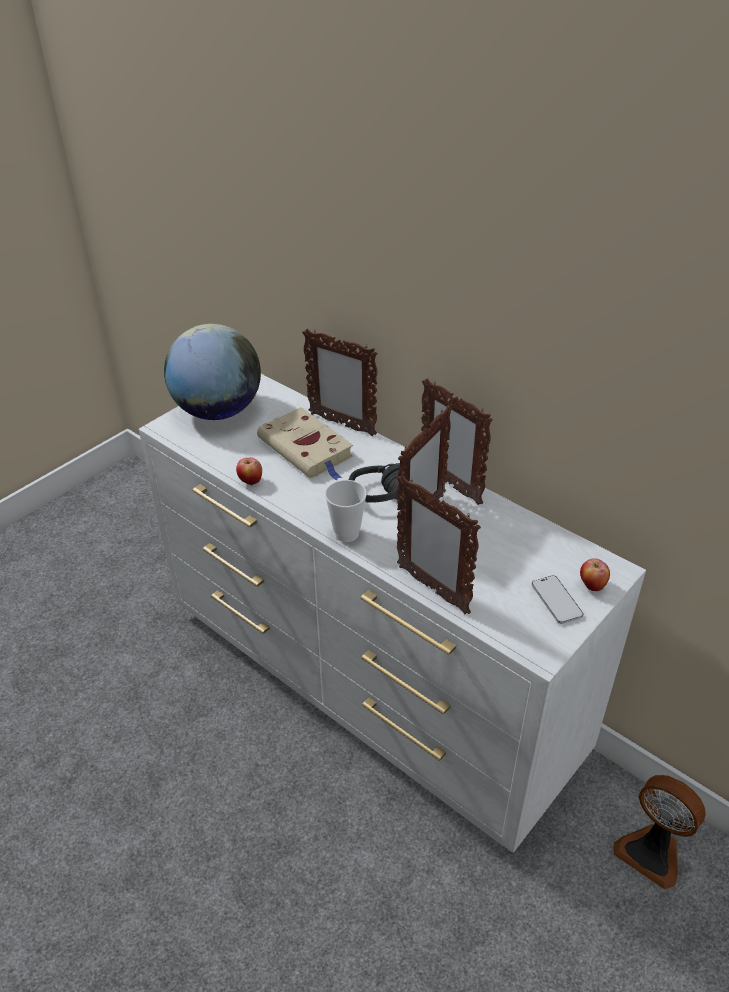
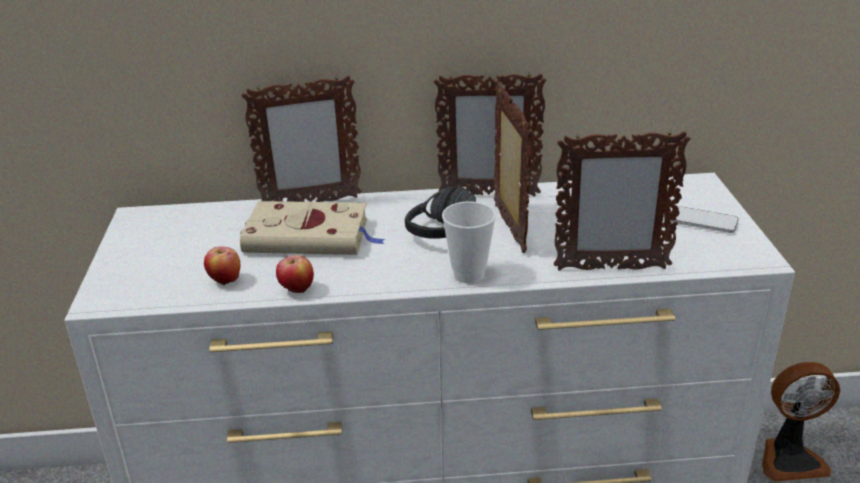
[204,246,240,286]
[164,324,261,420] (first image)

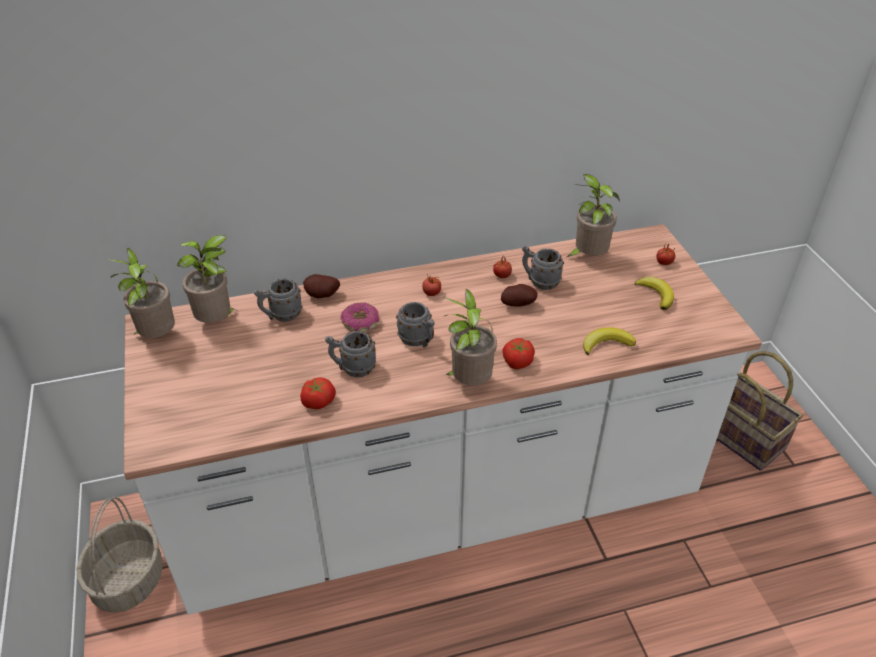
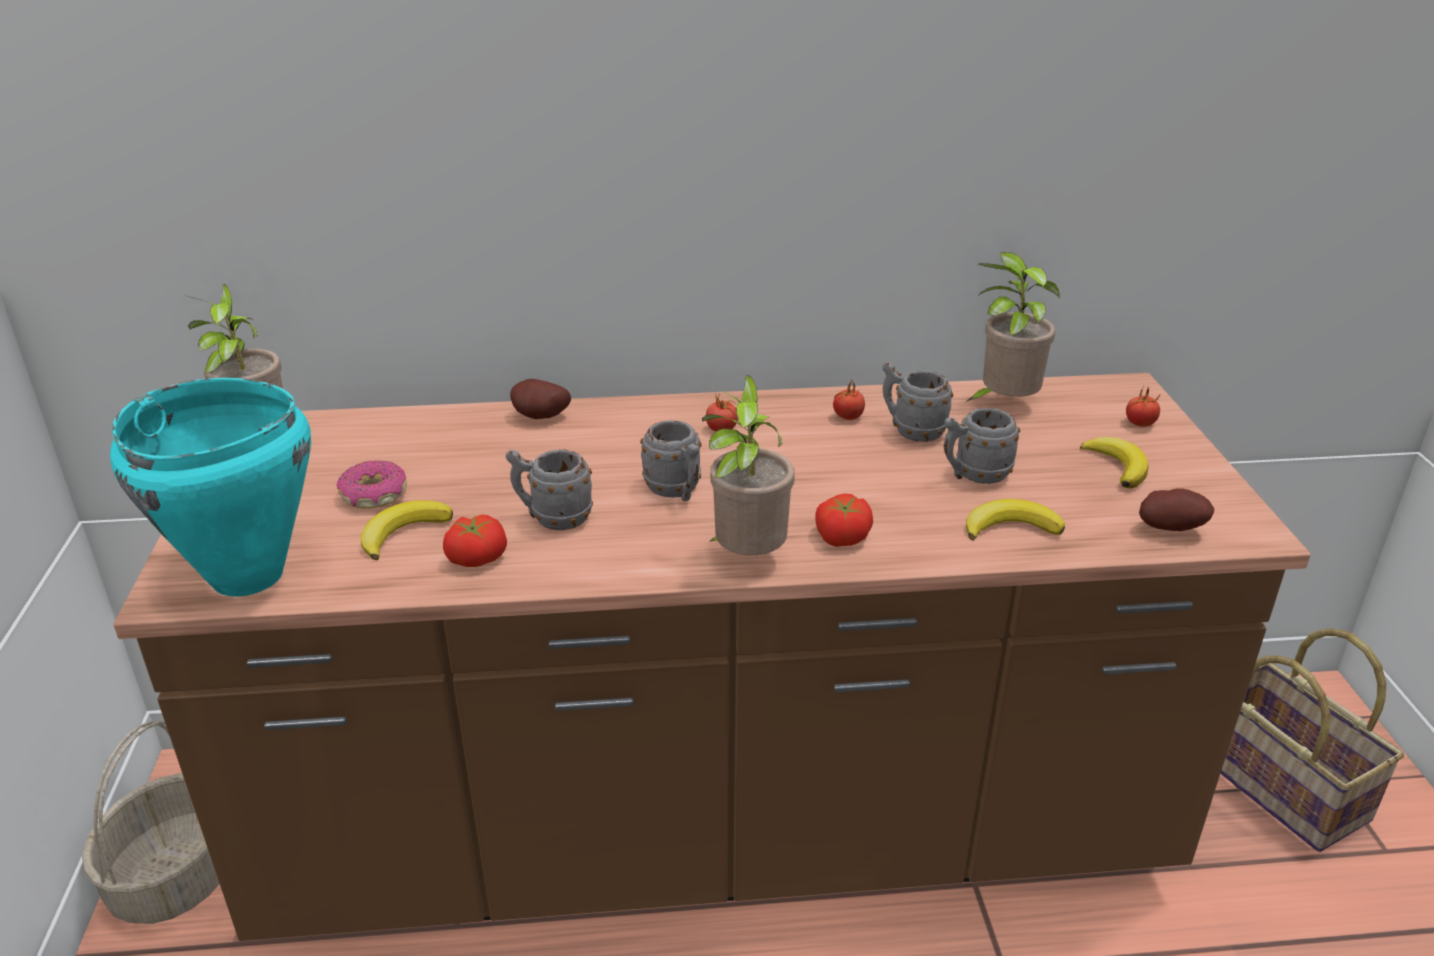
[110,378,311,597]
[113,373,1311,941]
[337,460,407,509]
[361,500,453,560]
[944,408,1020,484]
[1139,488,1214,531]
[178,235,236,323] (first image)

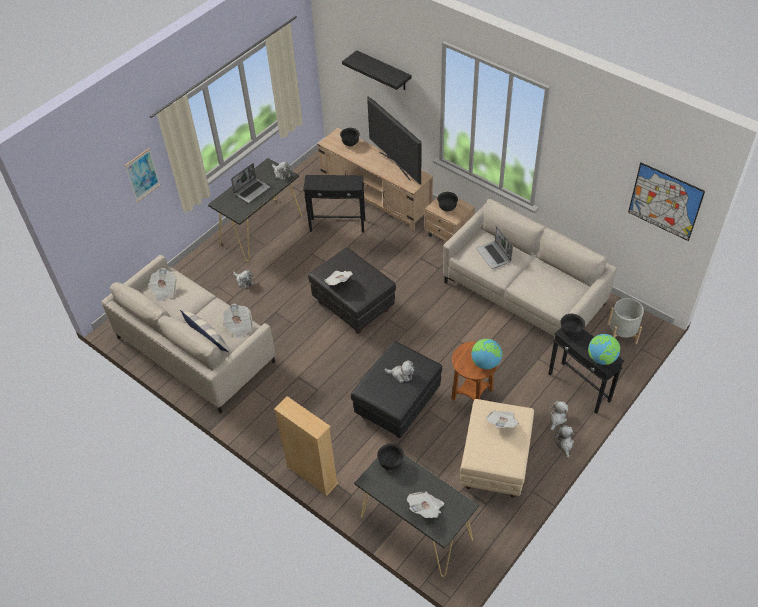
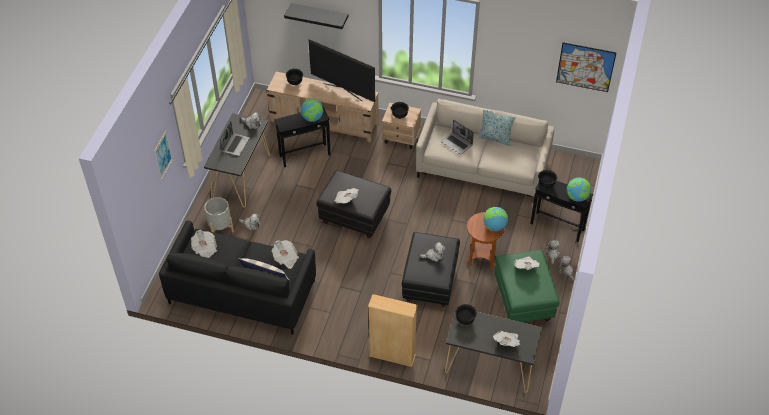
[159,220,316,335]
[204,197,234,232]
[301,99,323,122]
[478,110,516,146]
[495,250,559,322]

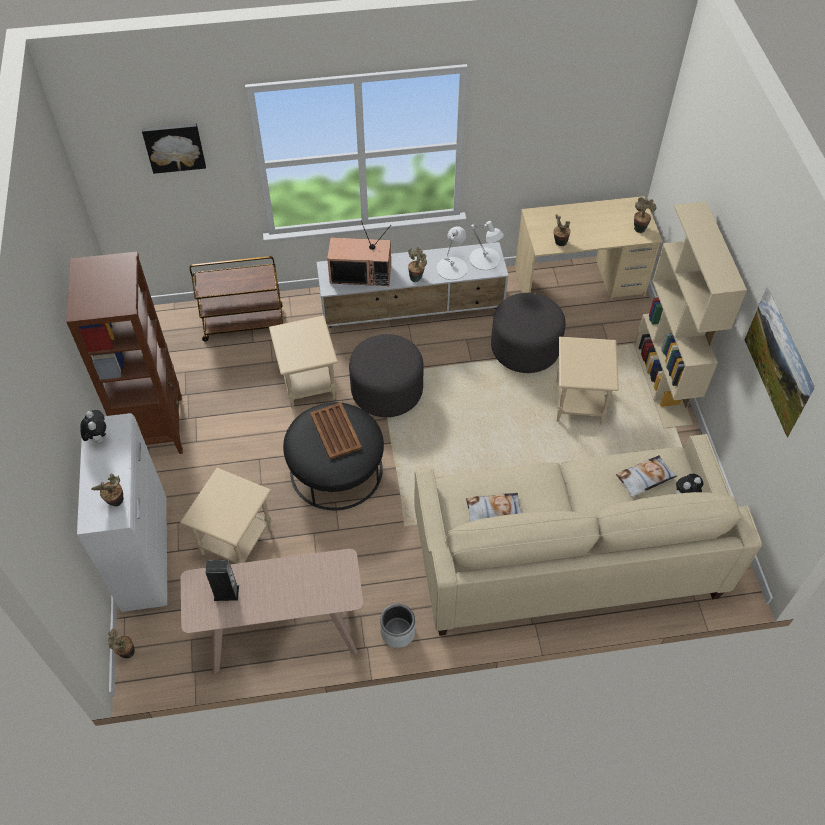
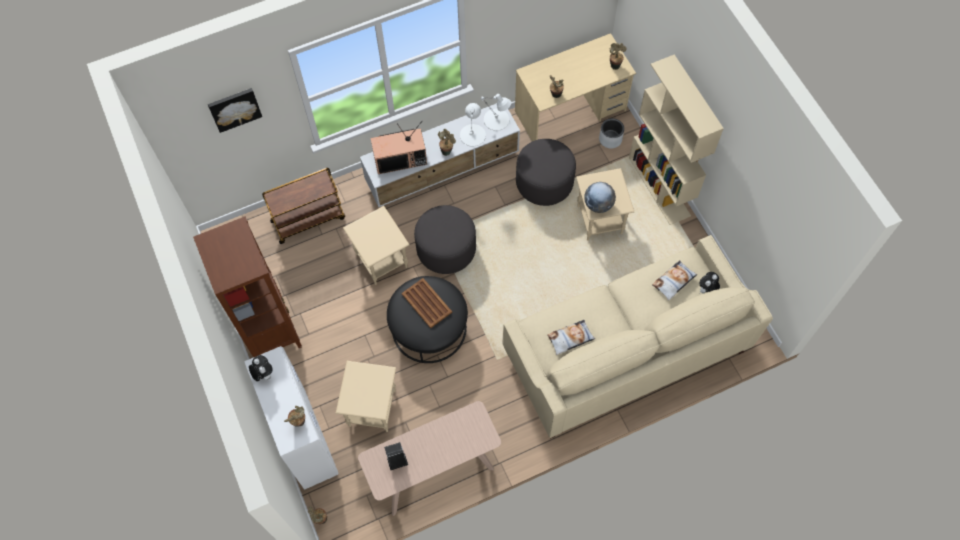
[584,182,616,213]
[599,118,624,148]
[744,286,815,438] (first image)

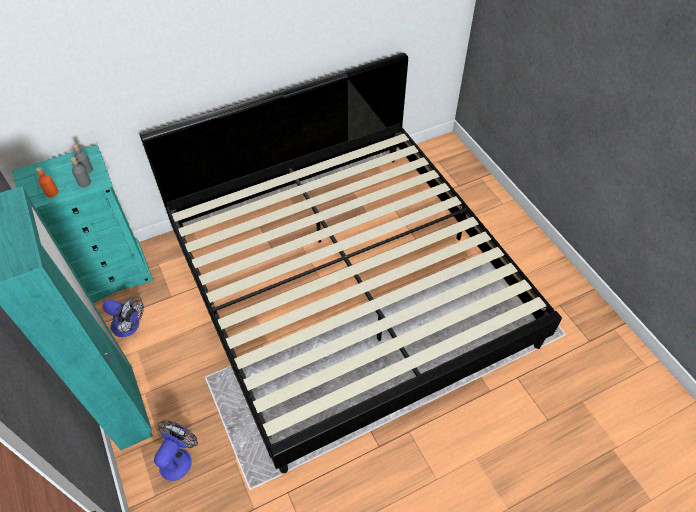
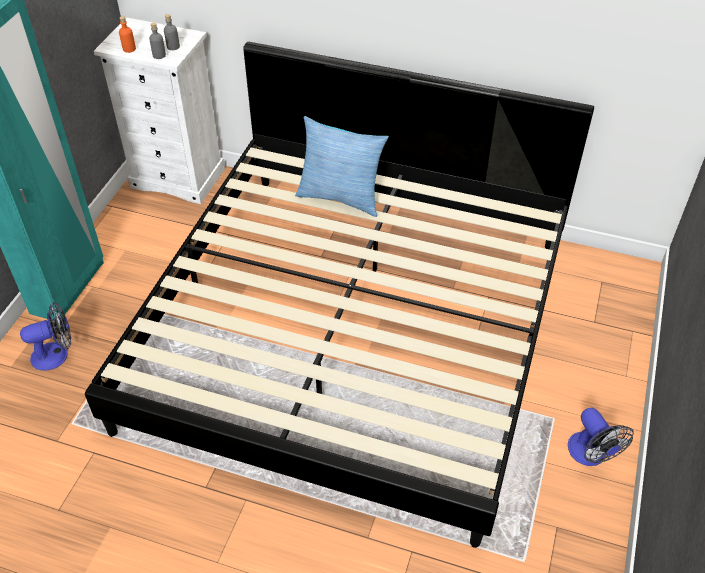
[94,17,225,204]
[295,116,389,217]
[568,408,634,466]

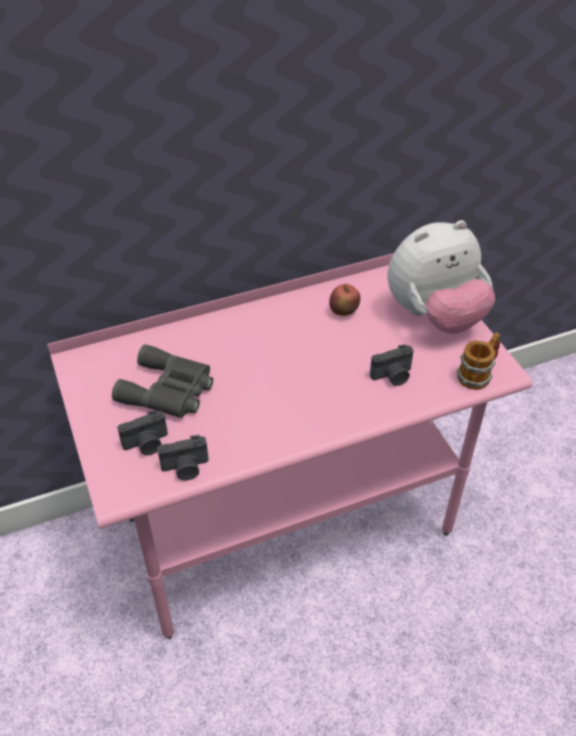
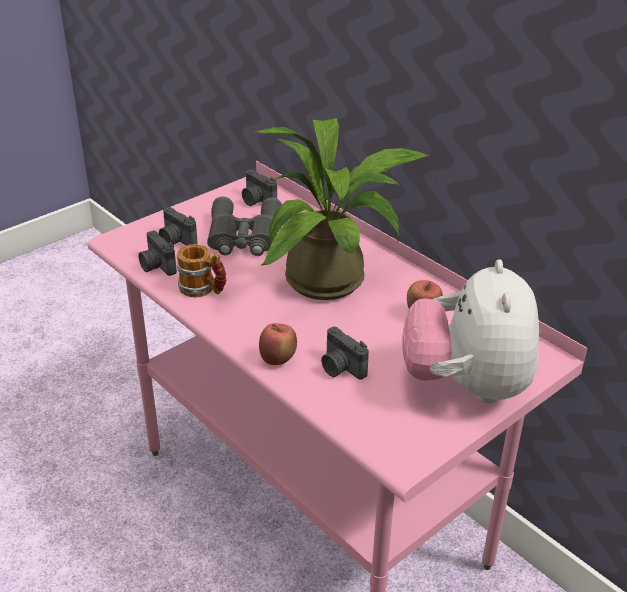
[177,244,227,298]
[242,170,277,206]
[253,118,429,300]
[259,323,297,365]
[403,259,539,403]

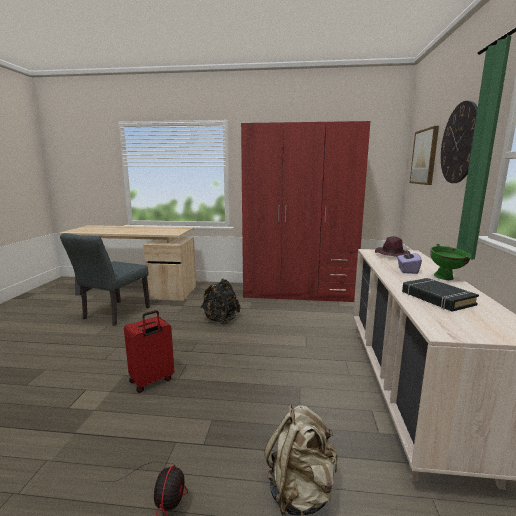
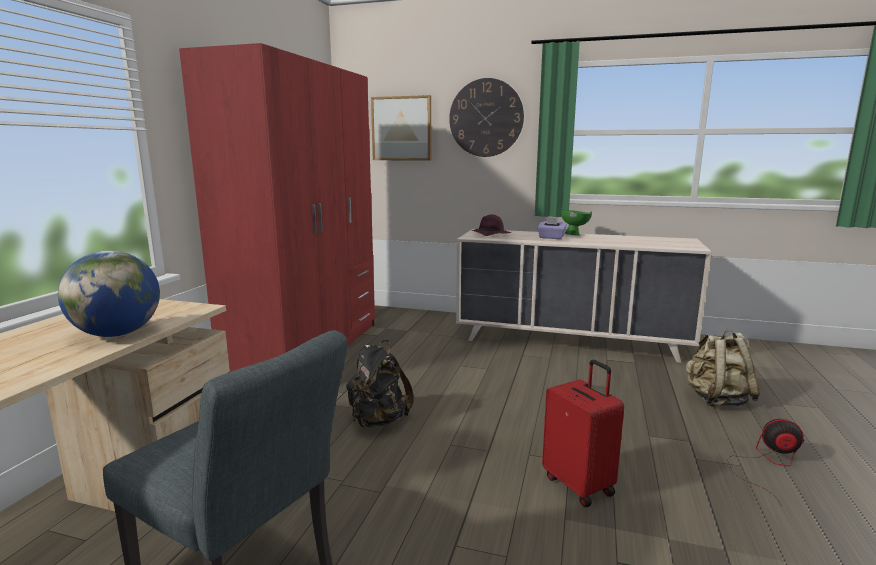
[58,251,160,337]
[402,278,479,312] (first image)

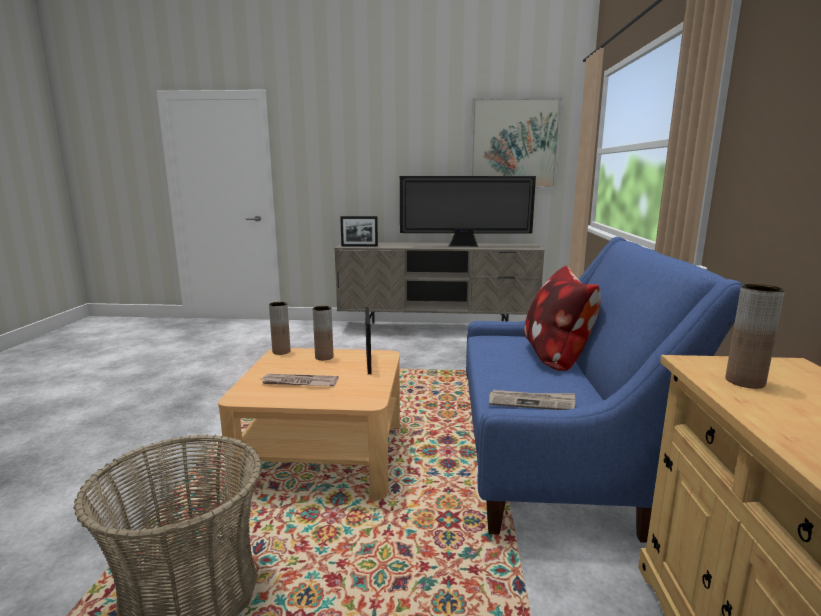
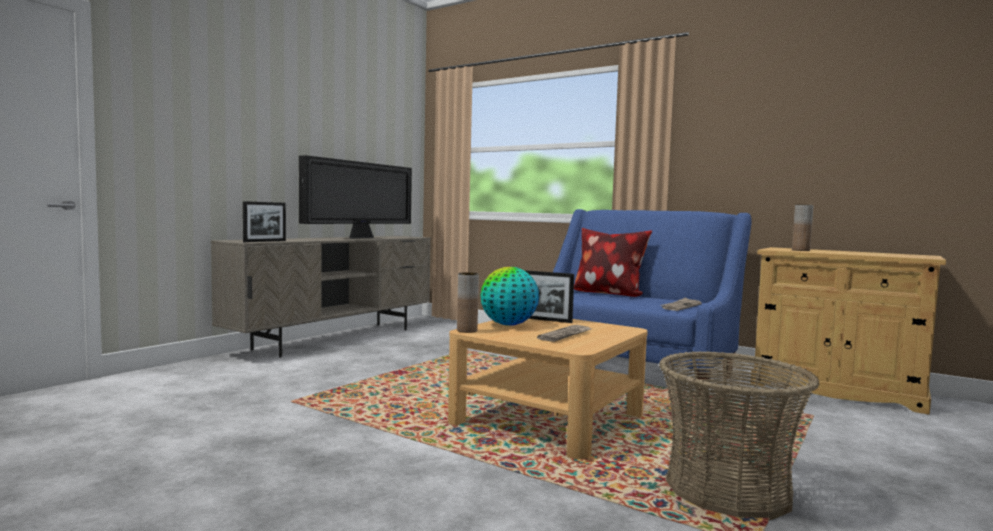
[480,267,539,326]
[470,97,562,189] (first image)

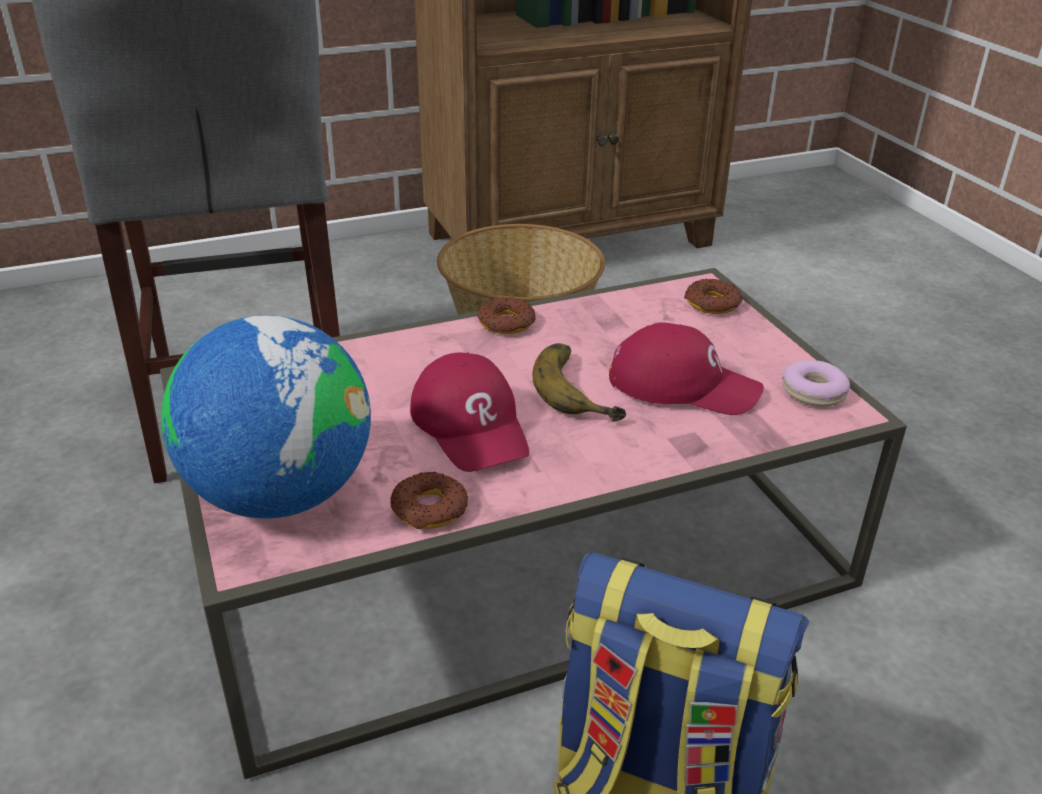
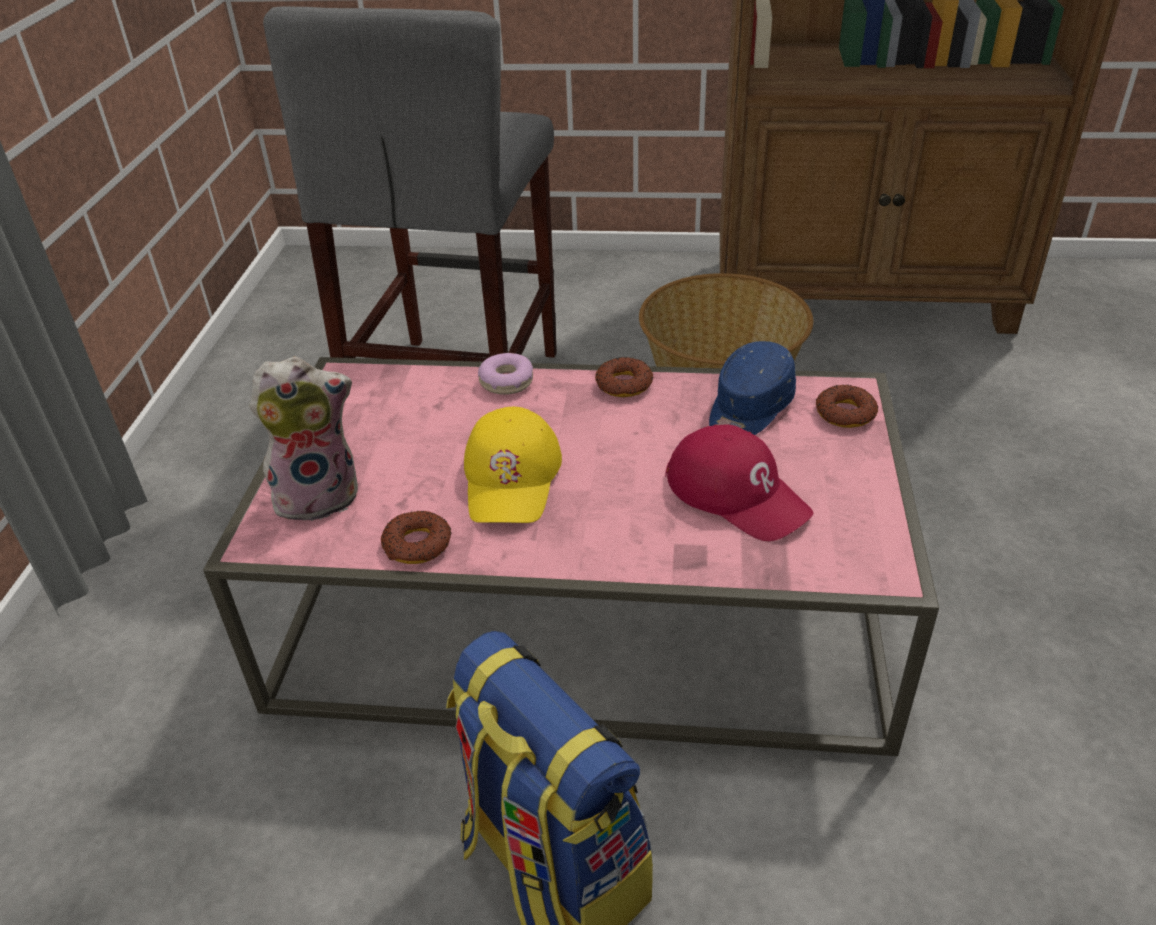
[250,356,358,525]
[464,407,562,523]
[478,353,533,395]
[709,341,796,435]
[533,343,626,422] (first image)

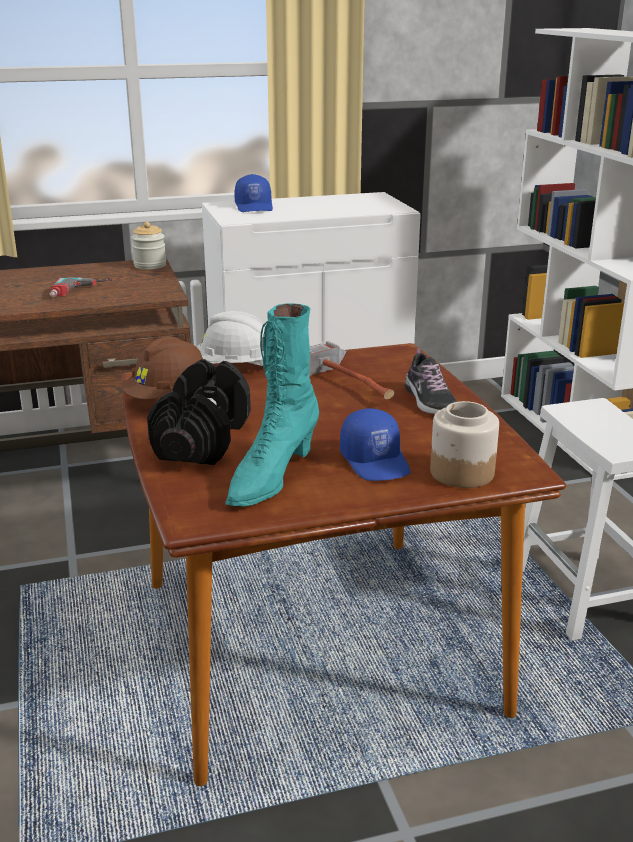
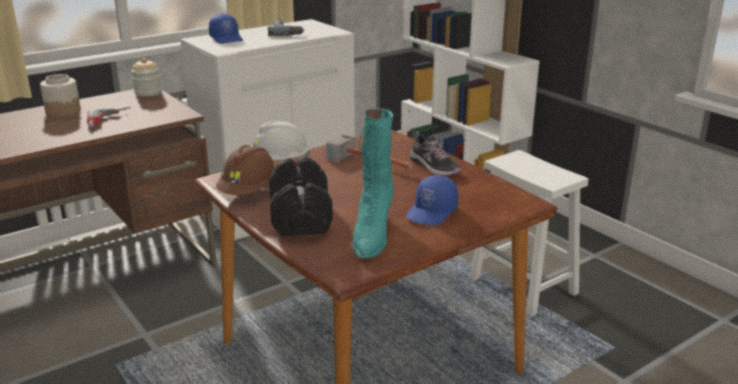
[40,74,81,117]
[268,19,304,36]
[406,175,458,225]

